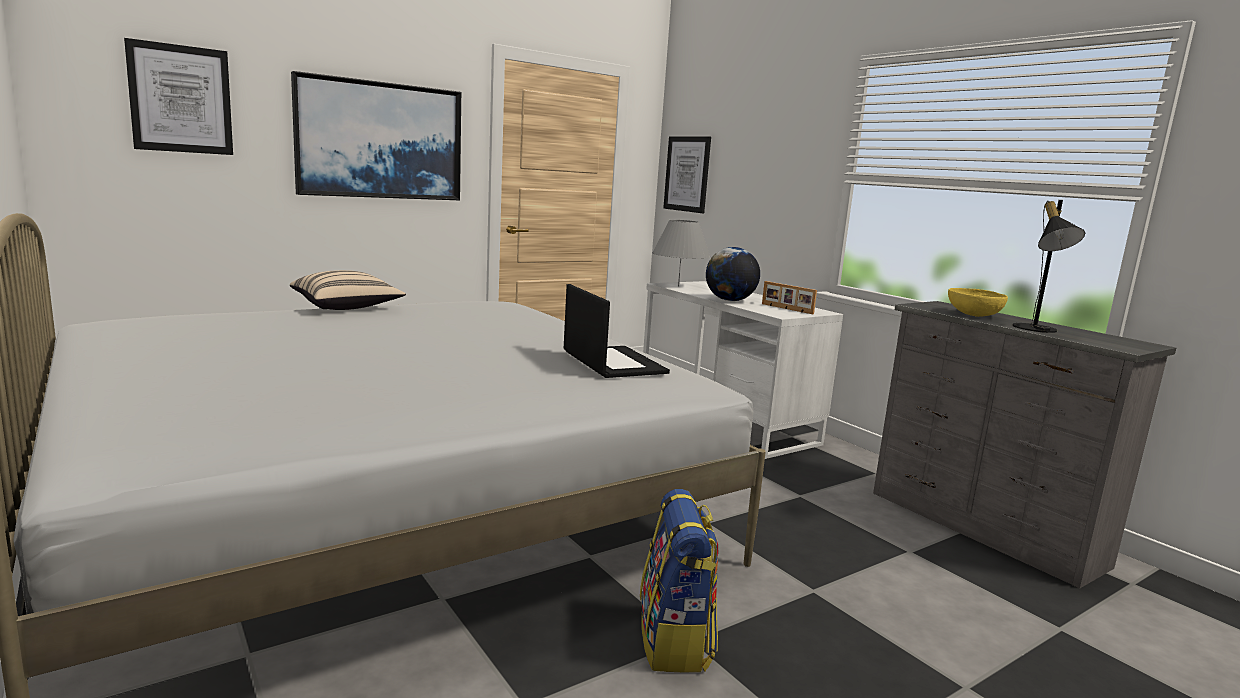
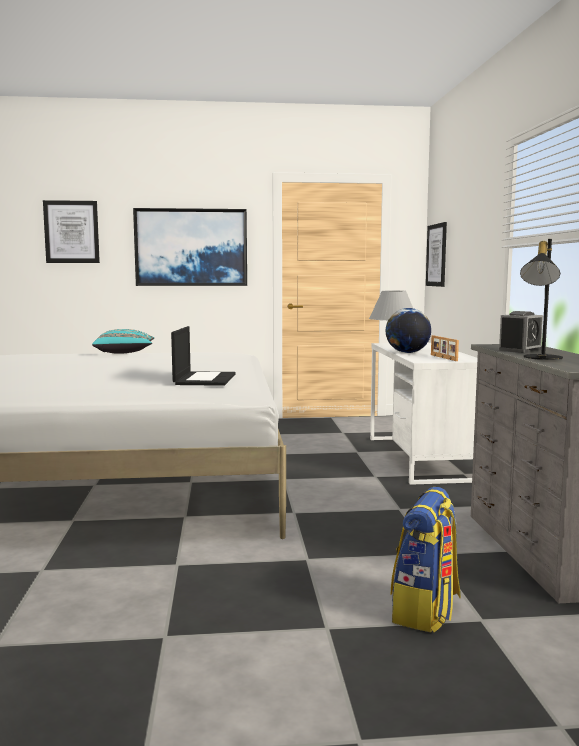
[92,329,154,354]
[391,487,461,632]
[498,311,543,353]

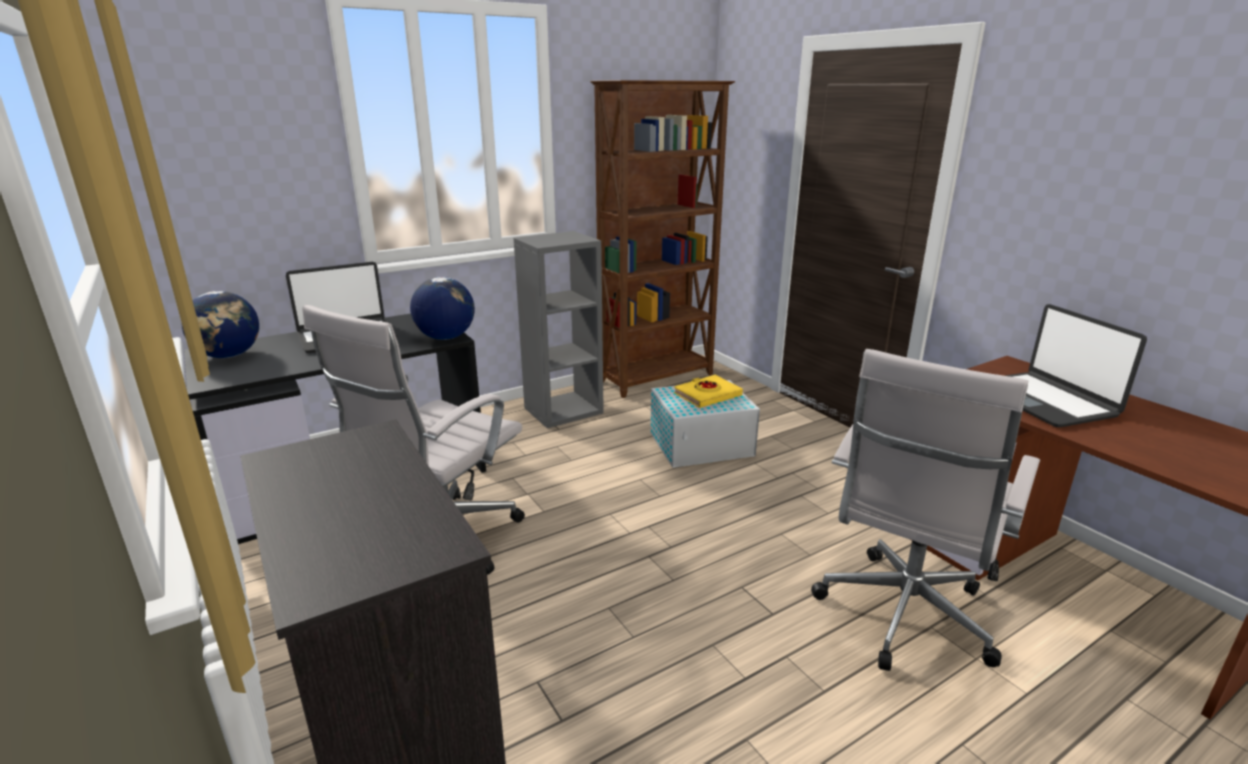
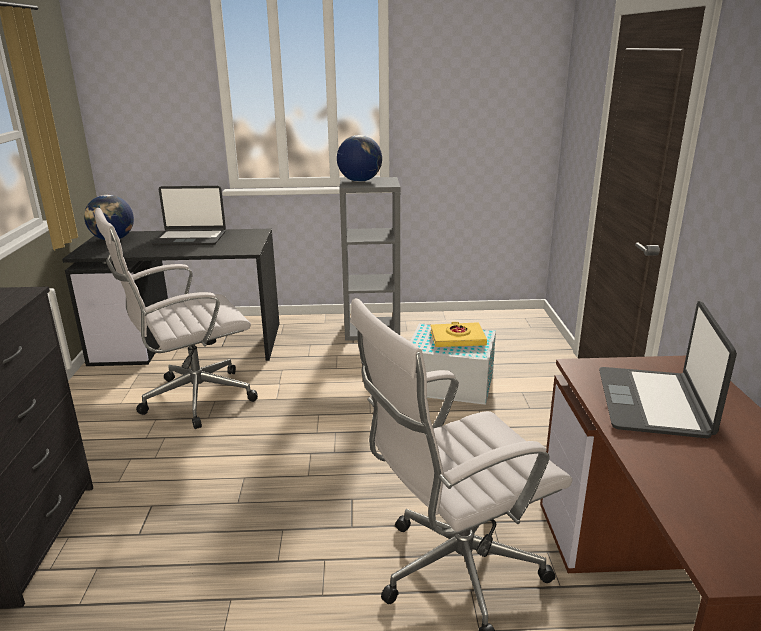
[337,135,382,182]
[590,80,735,398] (first image)

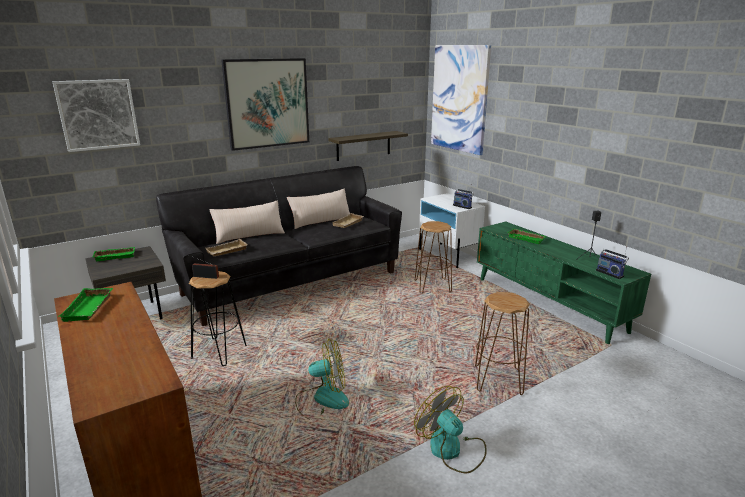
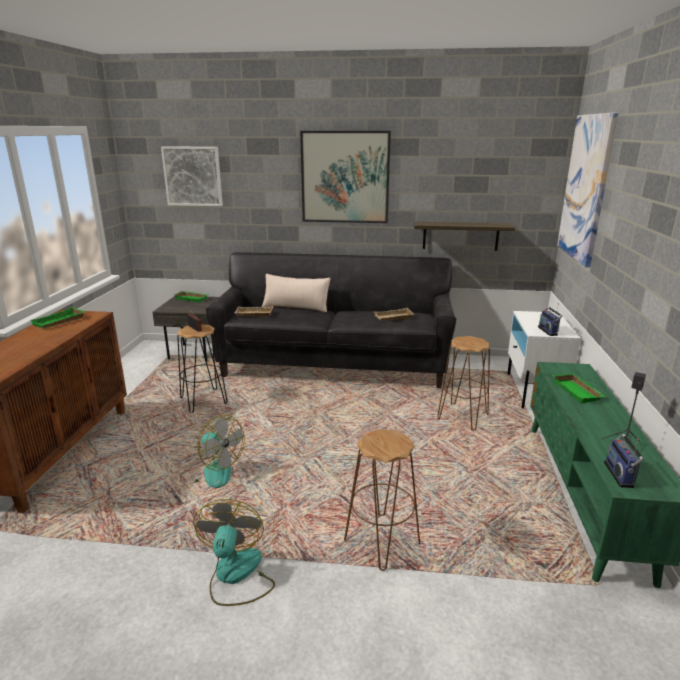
[287,189,350,229] (first image)

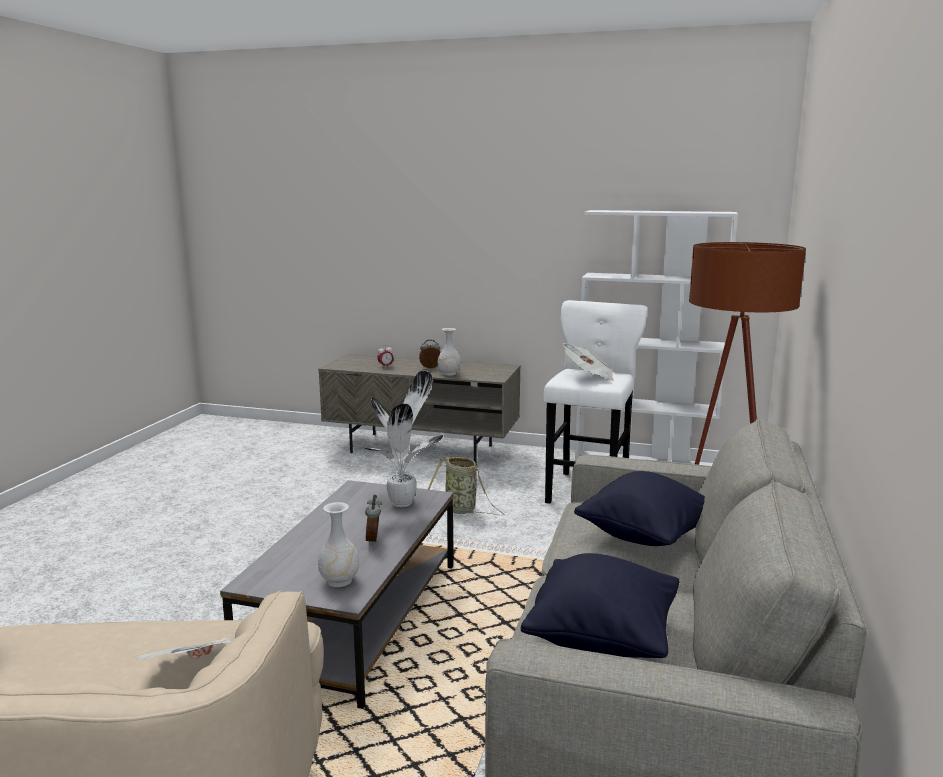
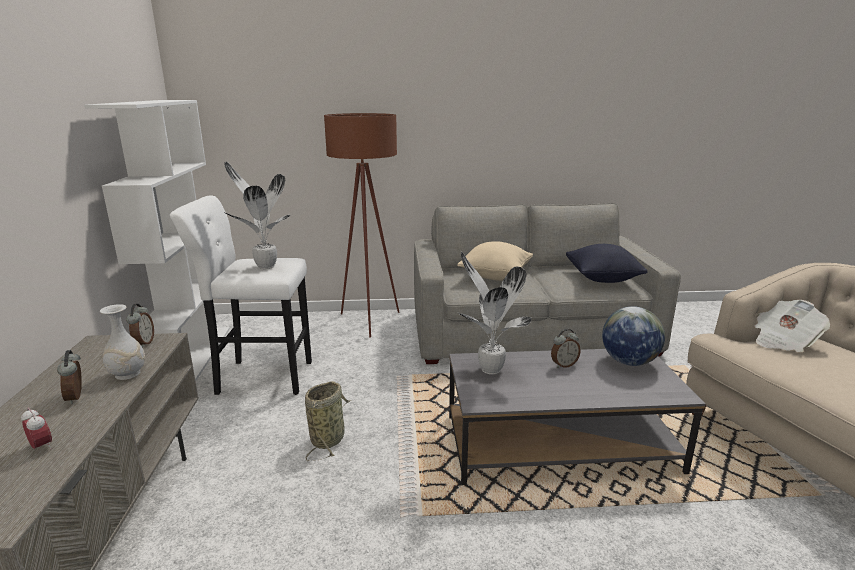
[126,304,154,348]
[224,162,290,269]
[457,241,533,281]
[602,306,665,366]

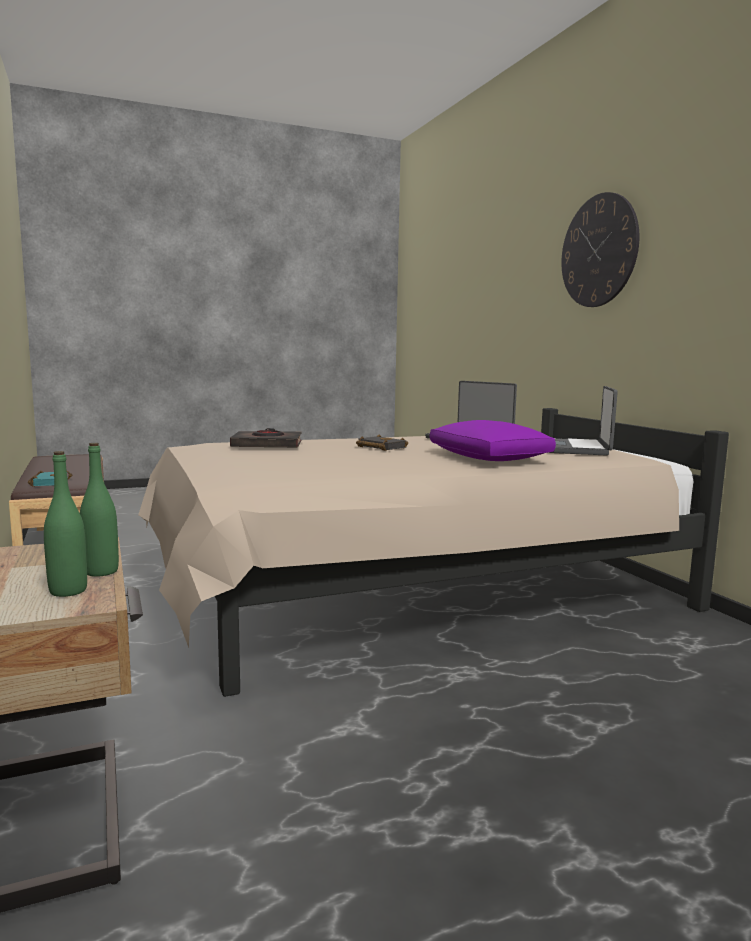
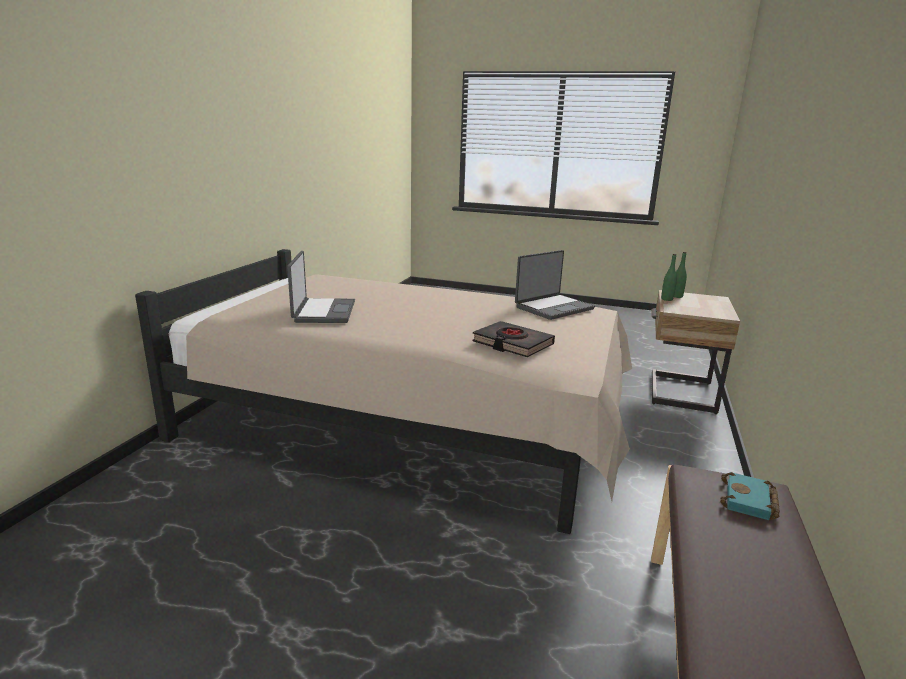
[515,250,595,320]
[356,435,408,451] (first image)
[430,420,556,461] (first image)
[561,192,639,307] (first image)

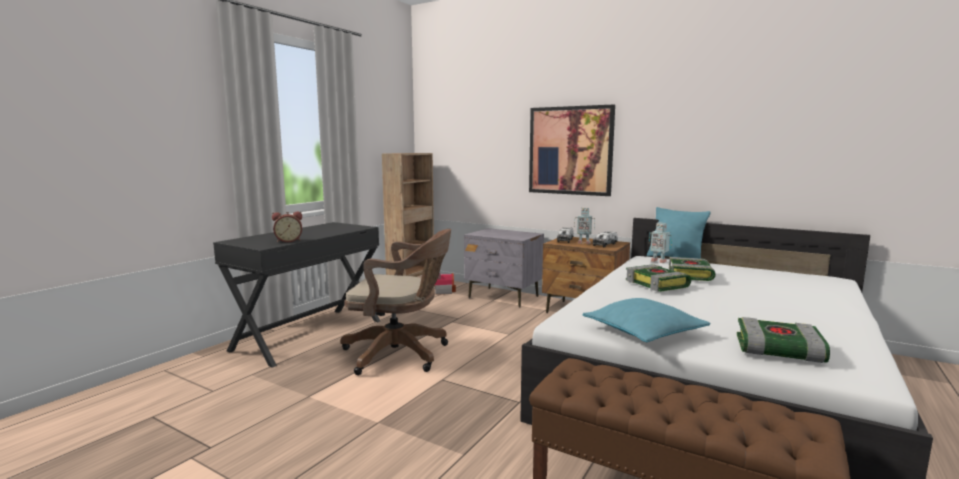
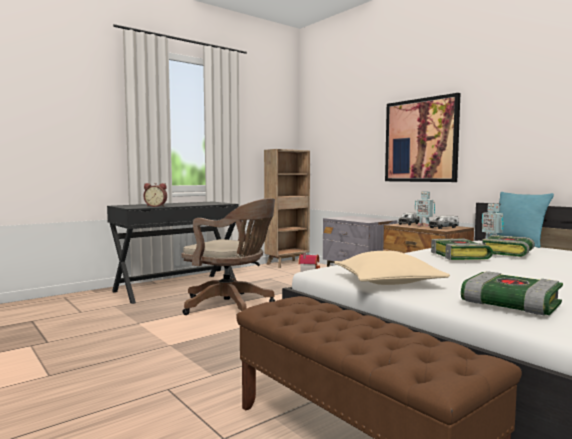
[334,251,450,285]

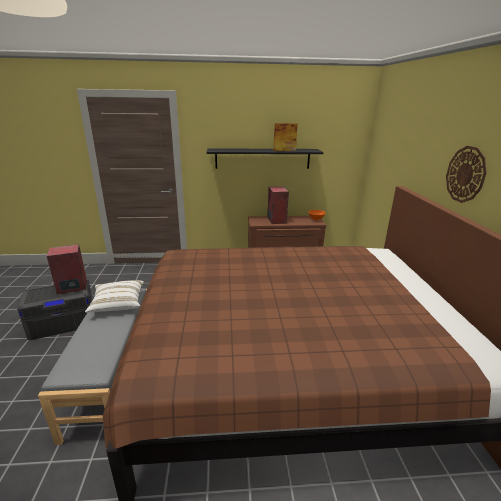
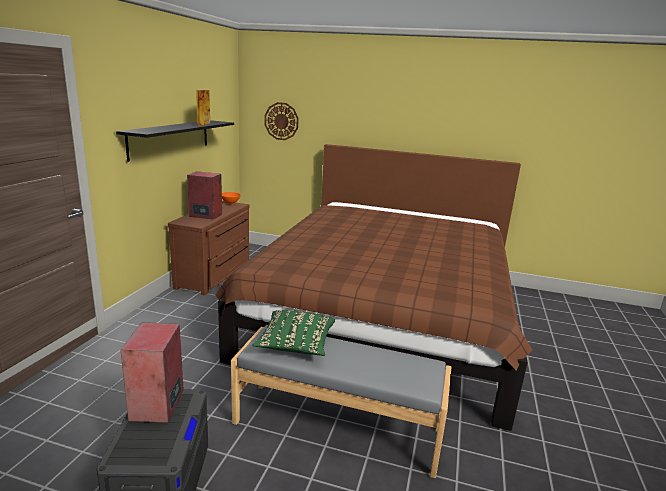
[252,310,335,356]
[265,102,299,140]

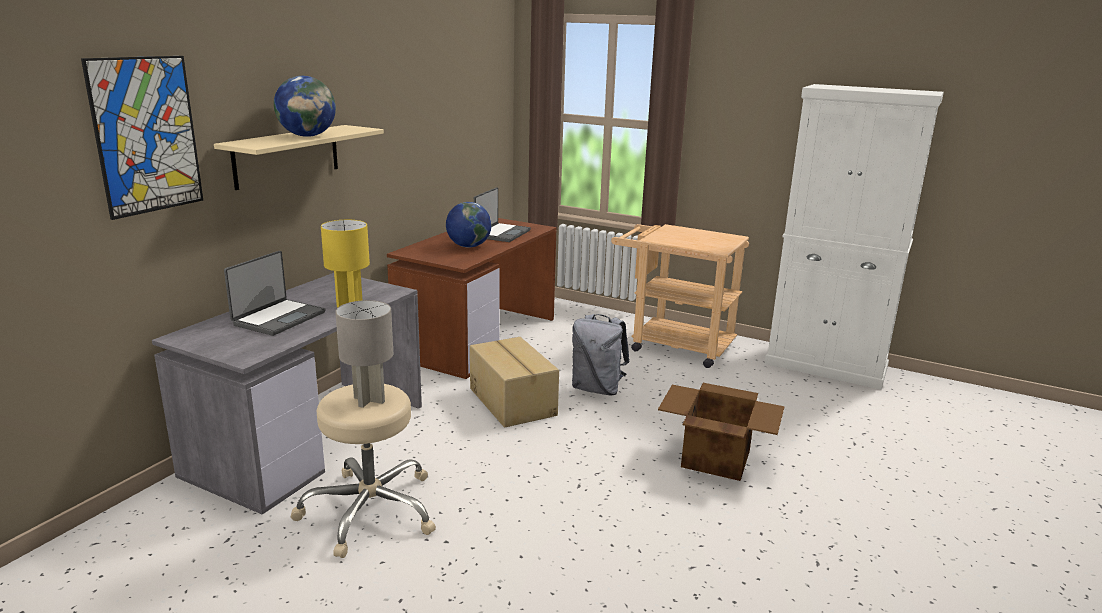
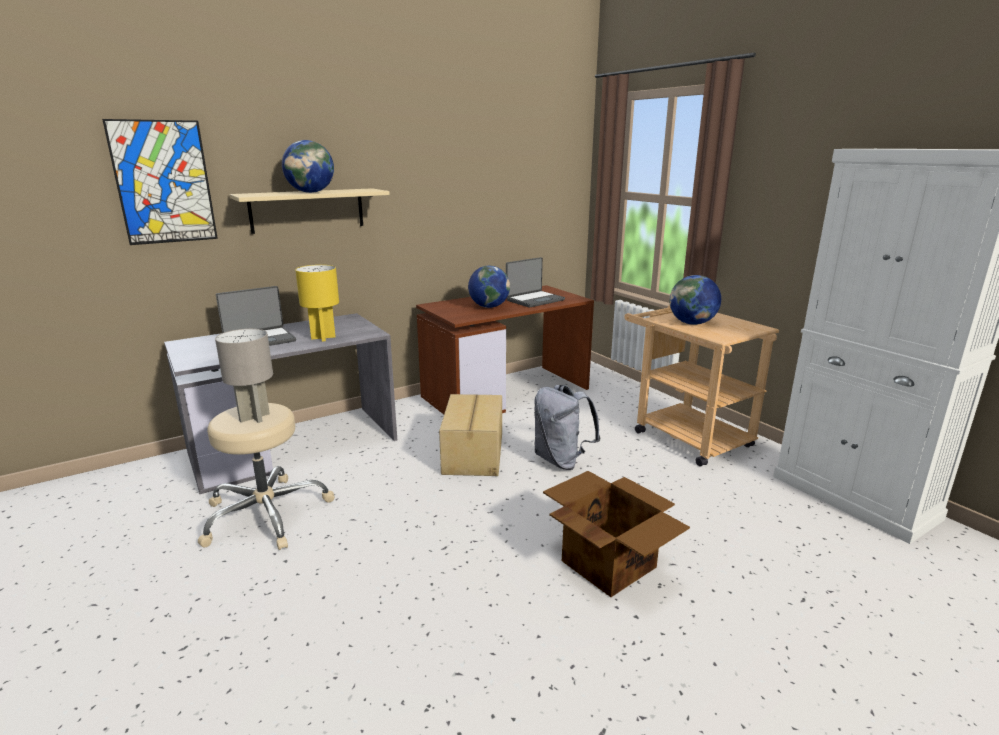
[669,275,721,325]

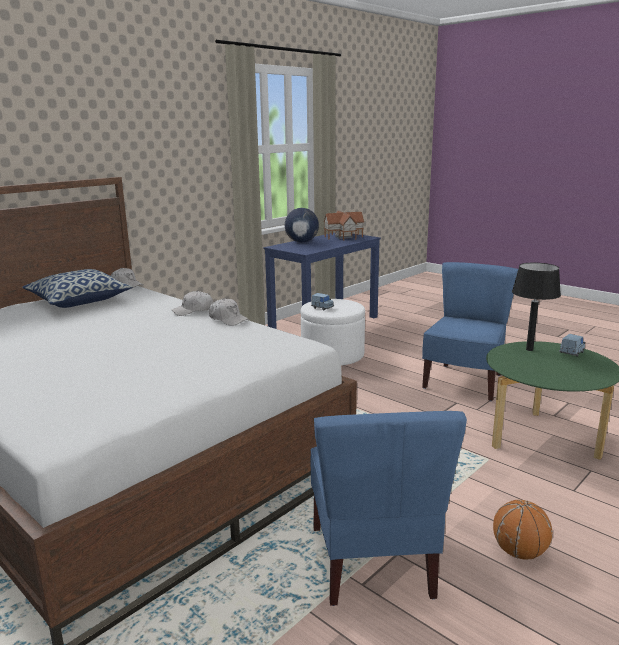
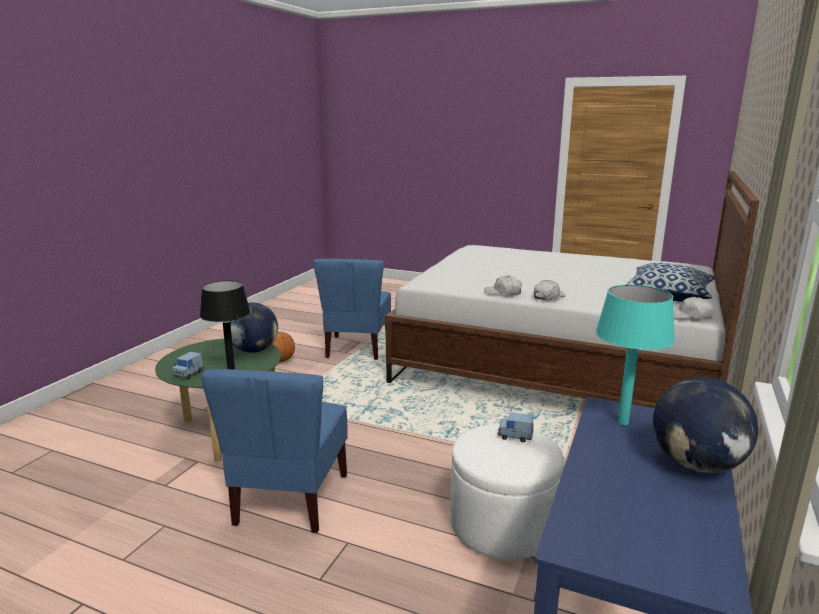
[230,302,278,353]
[313,259,391,360]
[596,285,675,425]
[323,210,364,241] (first image)

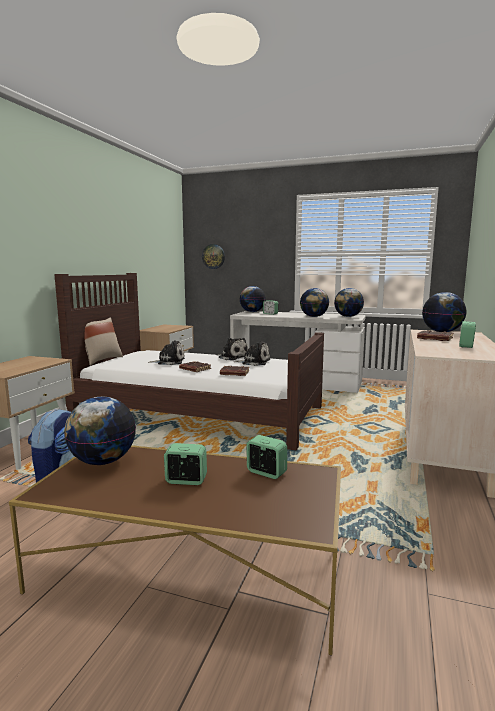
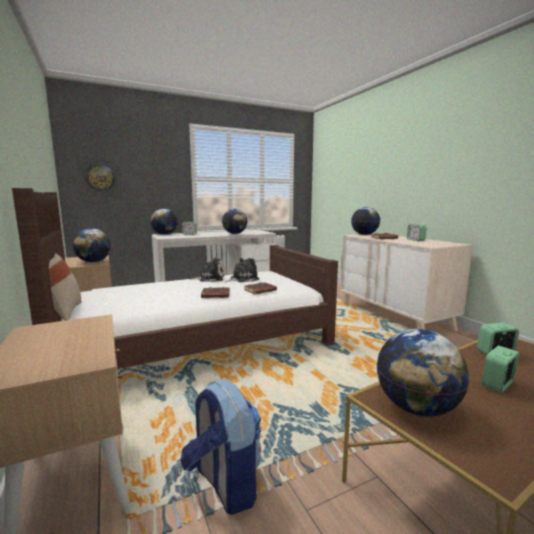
[72,228,111,262]
[148,340,185,365] (first image)

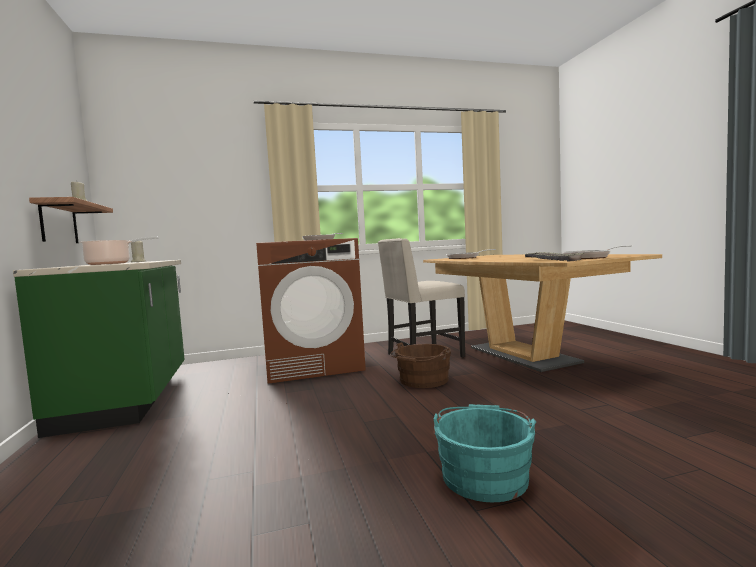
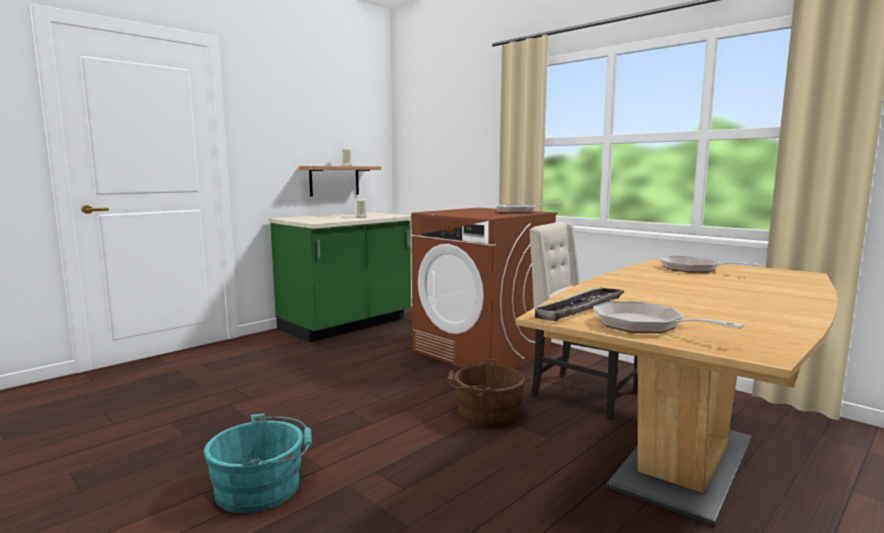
[80,237,158,265] (first image)

